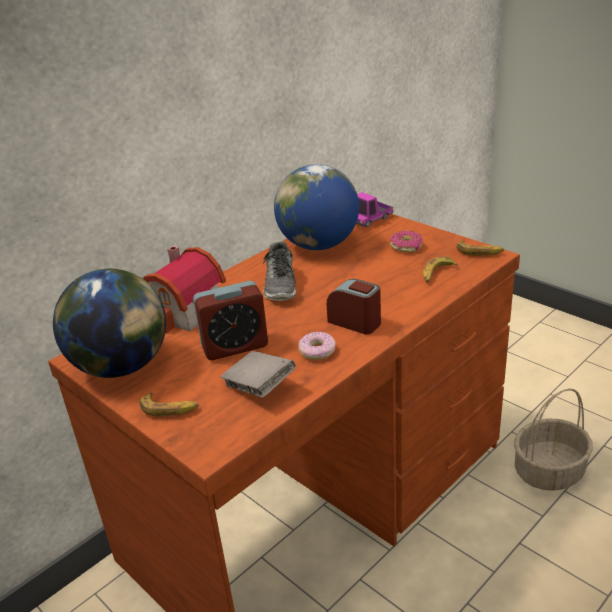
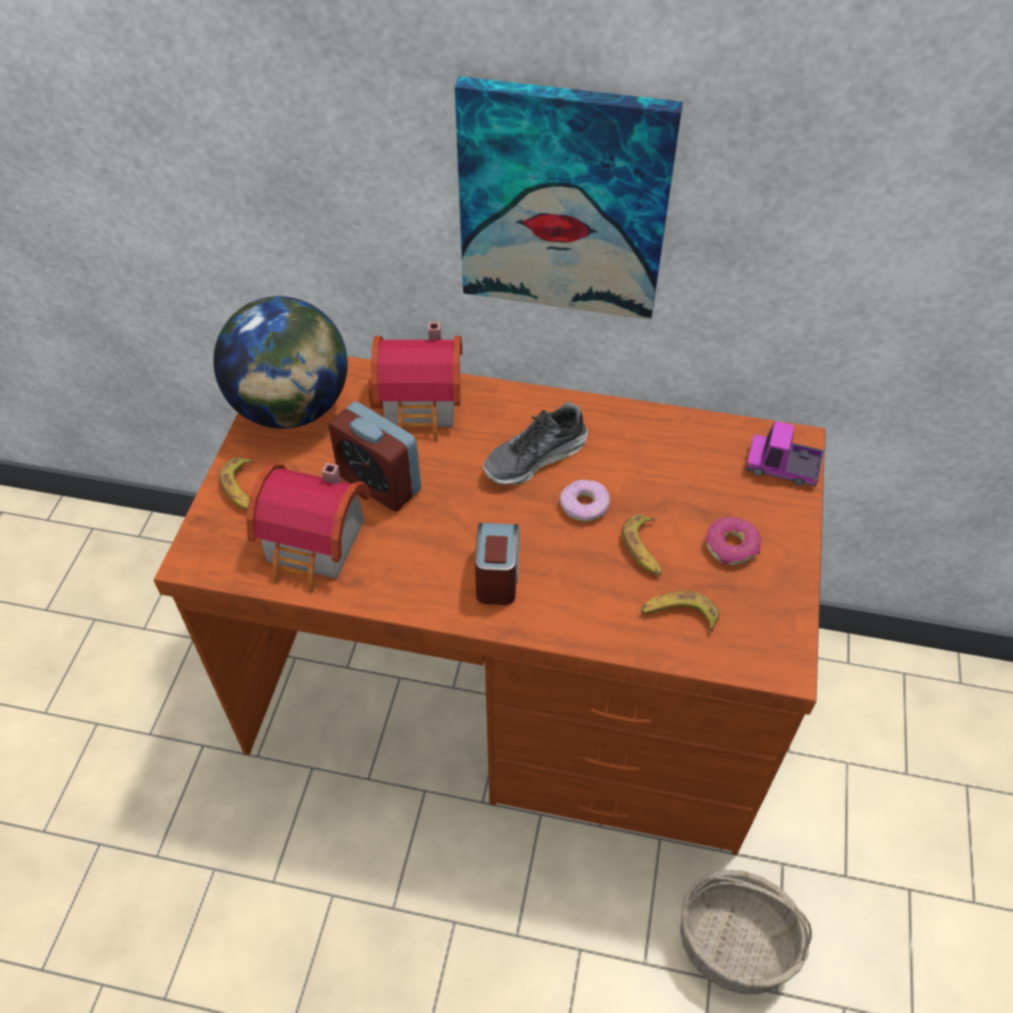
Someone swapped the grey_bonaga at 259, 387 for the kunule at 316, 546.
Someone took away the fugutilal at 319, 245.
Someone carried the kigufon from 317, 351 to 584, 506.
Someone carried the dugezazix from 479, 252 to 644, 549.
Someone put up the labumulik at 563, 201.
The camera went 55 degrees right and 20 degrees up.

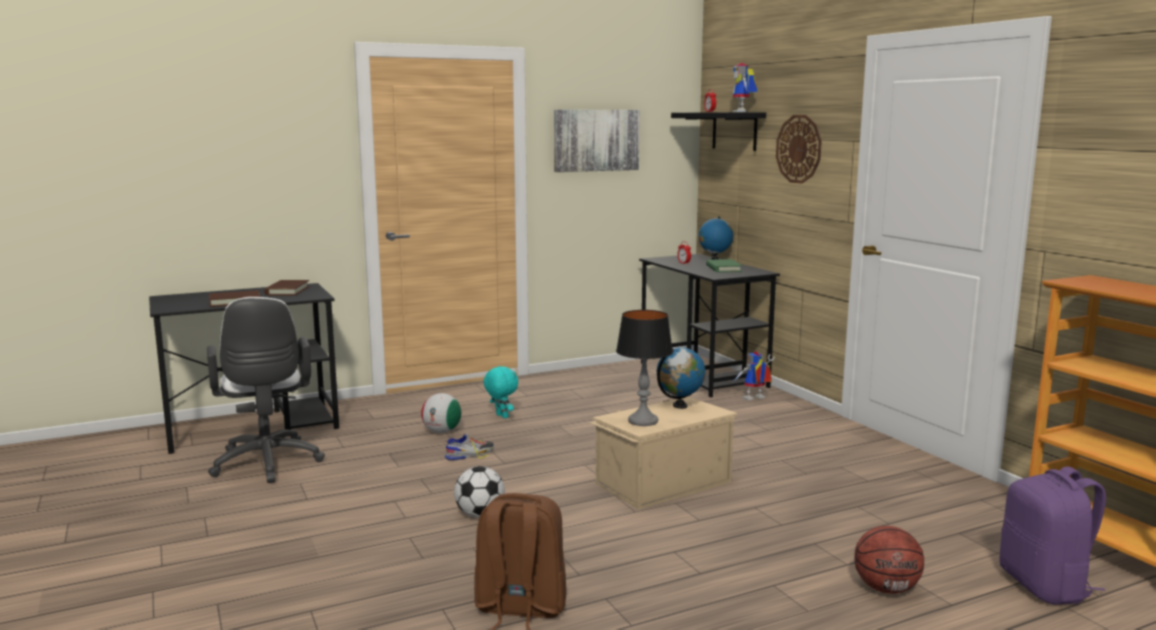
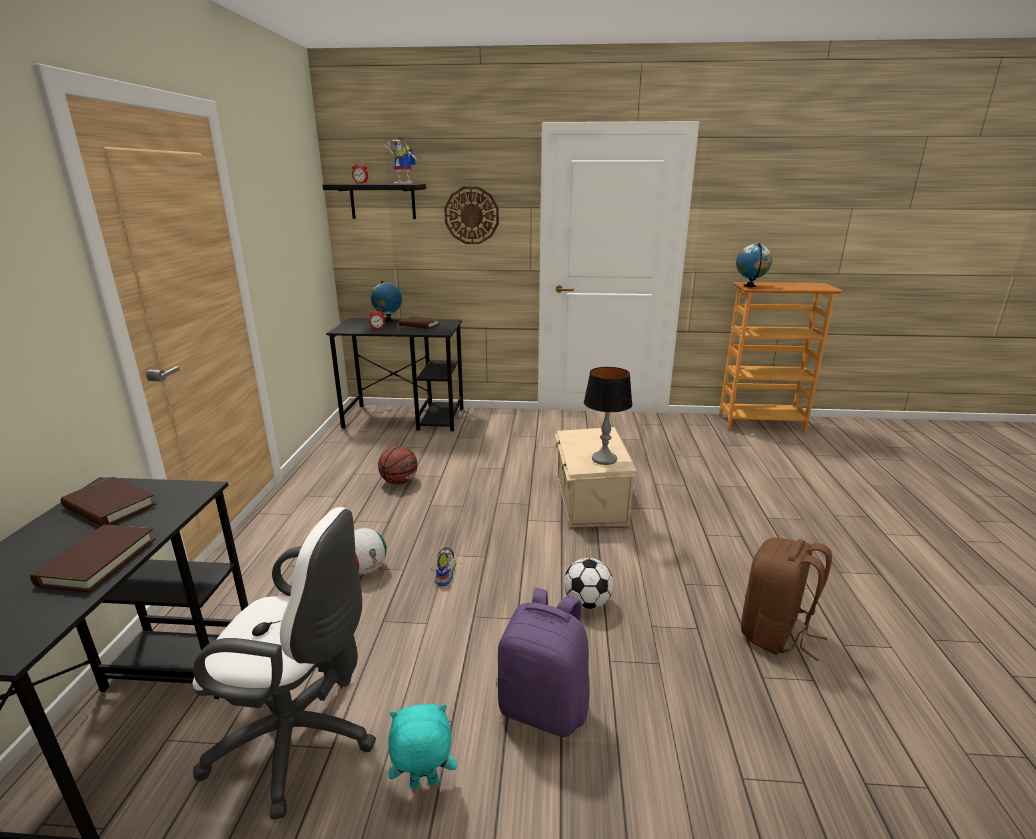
Someone carried the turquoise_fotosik from 501, 416 to 423, 785.
Someone took away the labumulik at 596, 140.
Someone carried the fugutilal from 680, 406 to 750, 286.
Someone repainted the green_bonaga at 723, 268, which became the brown_bonaga at 419, 325.
Someone took away the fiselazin at 753, 399.
Someone carried the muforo from 886, 588 to 399, 482.
Someone carried the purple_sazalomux from 1046, 586 to 544, 707.
The camera went 60 degrees left and 10 degrees up.

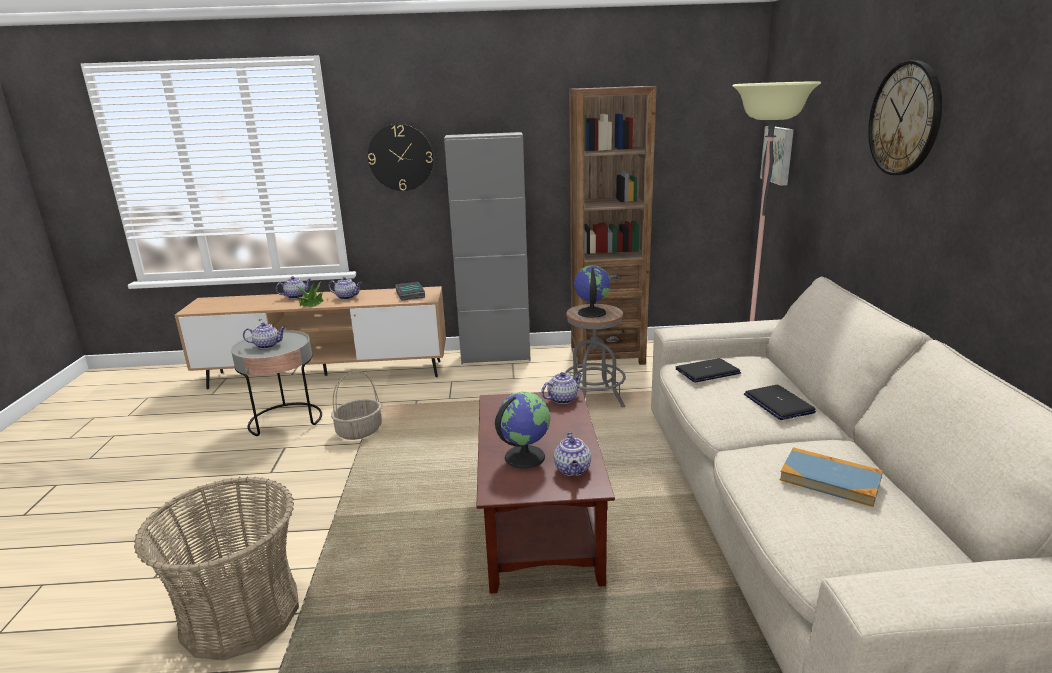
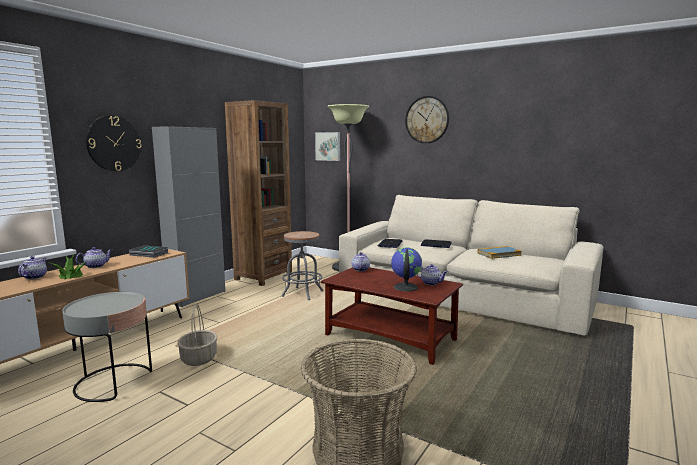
Someone took away the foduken at 267, 345.
Someone took away the fugutilal at 591, 312.
The camera went 55 degrees left and 10 degrees down.

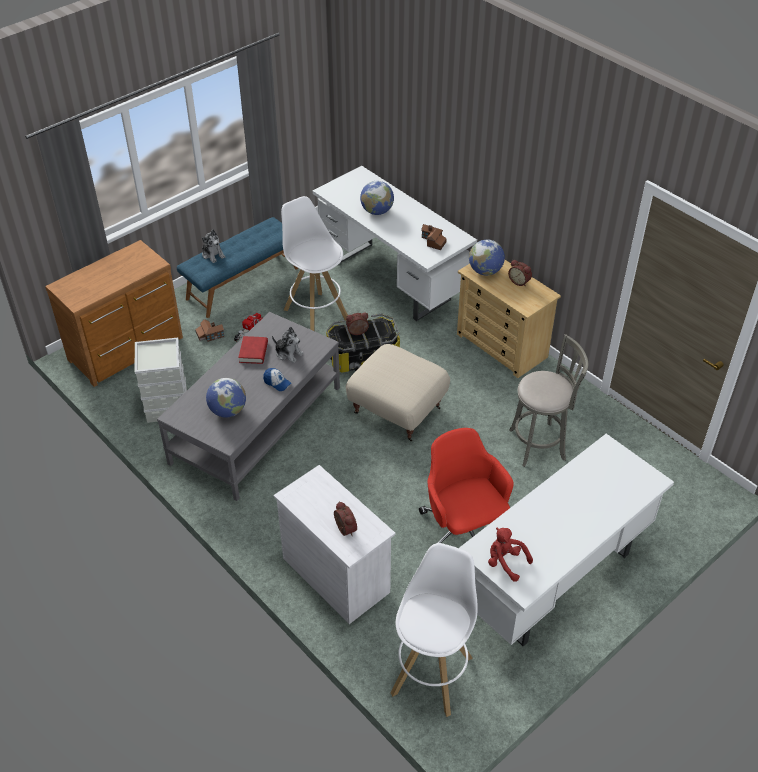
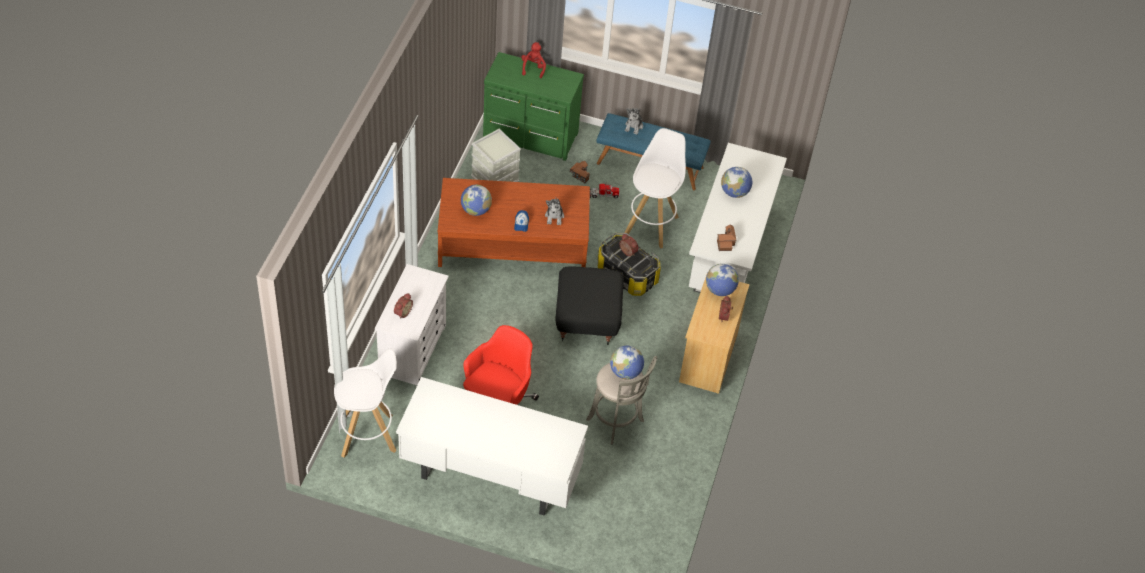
Someone repainted the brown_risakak at 128, 350, which became the green_risakak at 530, 137.
Someone repainted the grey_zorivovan at 257, 424, which became the brown_zorivovan at 513, 244.
Someone took away the red_bonaga at 253, 352.
Someone repainted the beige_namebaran at 397, 410, which became the black_namebaran at 587, 320.
Someone carried the red_fotosik from 505, 562 to 533, 68.
Someone put down the fugutilal at 625, 372.
The camera went 55 degrees right and 5 degrees up.

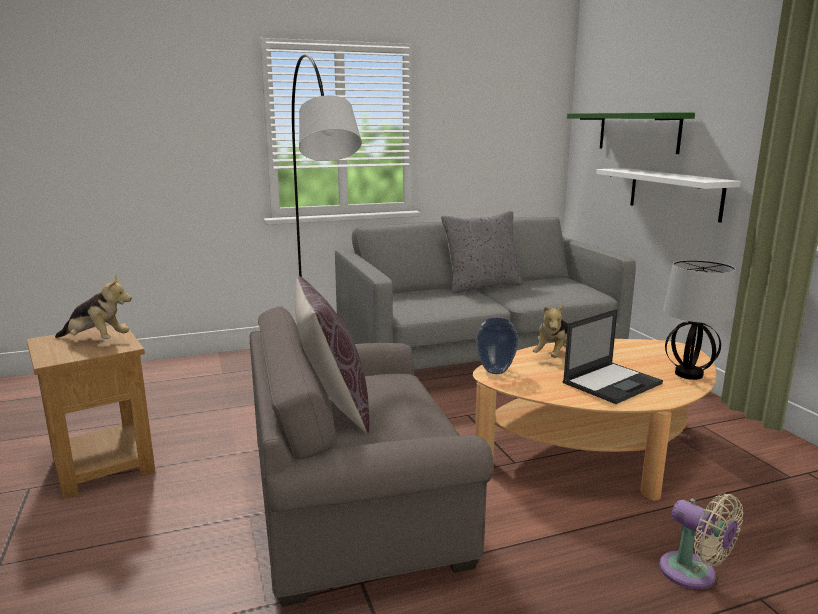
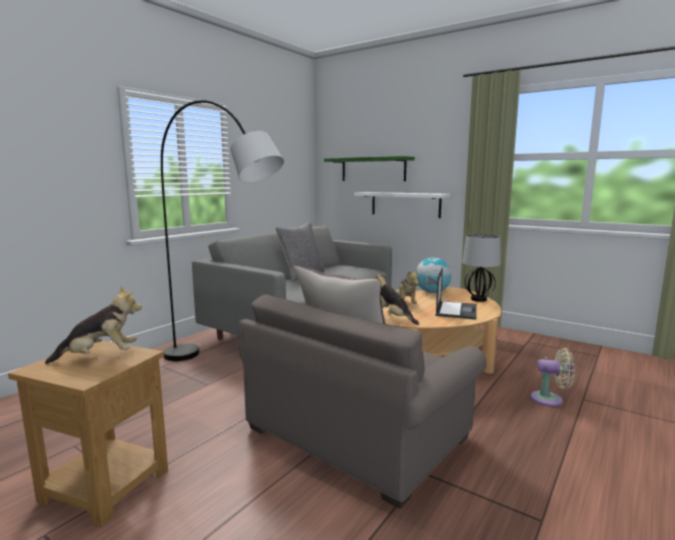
Someone swapped the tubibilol at 496, 371 for the fotosik at 393, 318.
Someone put down the fugutilal at 432, 292.
The camera went 35 degrees left and 5 degrees down.

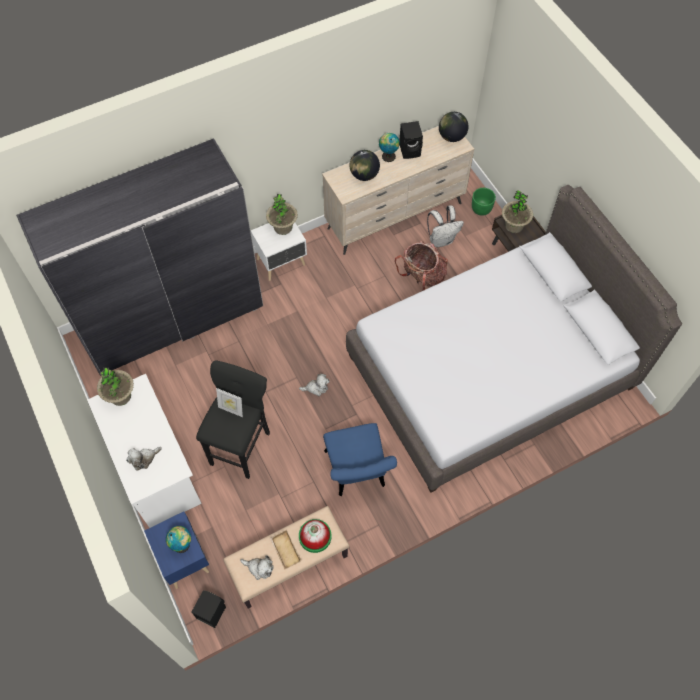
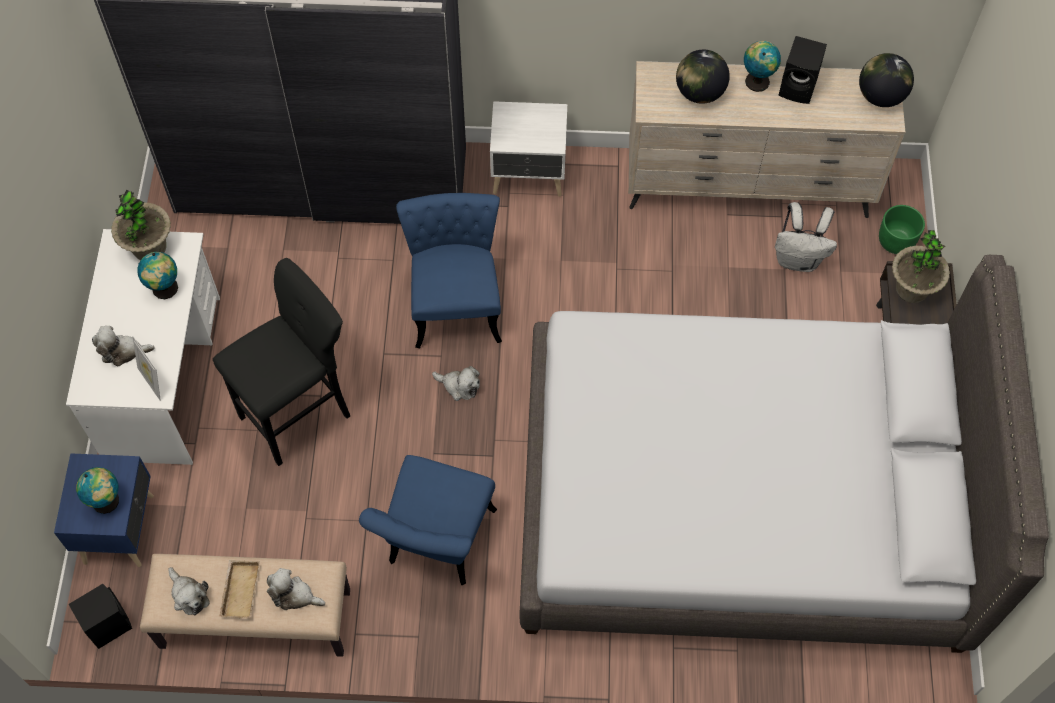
Someone carried the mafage from 231, 409 to 153, 381.
Someone took away the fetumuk at 283, 227.
Someone swapped the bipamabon at 315, 536 for the fotosik at 294, 595.
Someone took away the sazalomux at 422, 277.
Someone put down the fugutilal at 165, 290.
Someone put down the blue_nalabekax at 455, 301.
The camera went 30 degrees right and 0 degrees up.

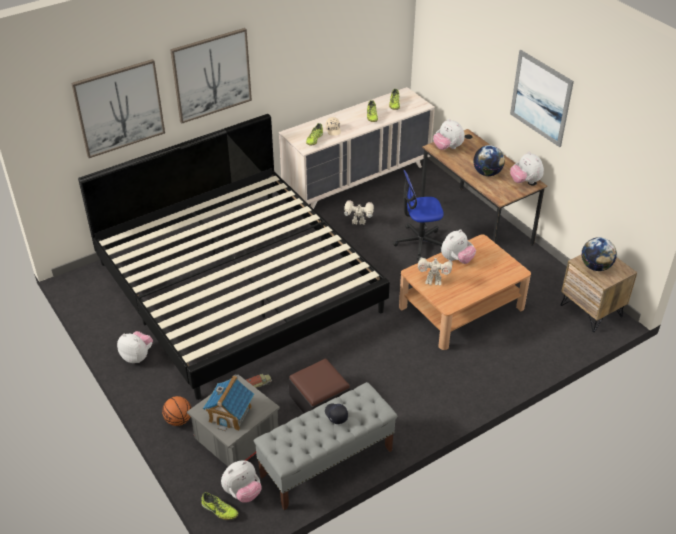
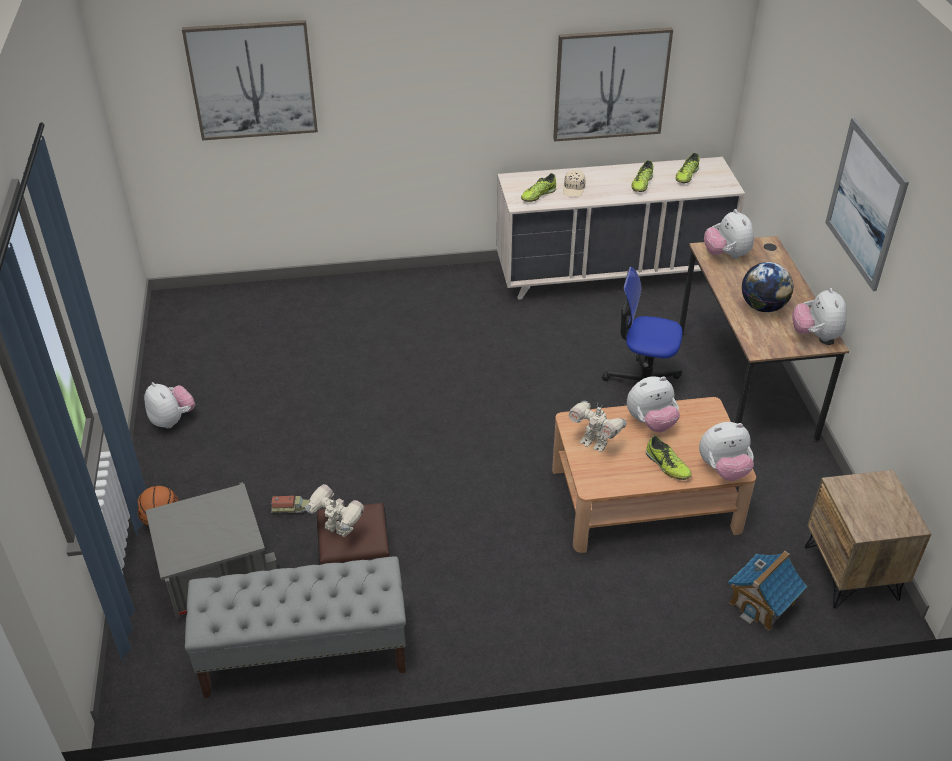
Someone took away the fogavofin at 238, 286.
Someone carried the labumulik from 211, 75 to 610, 84.
Someone carried the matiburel from 219, 510 to 667, 466.
Someone carried the kunule from 230, 414 to 762, 603.
Someone carried the fotosik from 242, 492 to 723, 469.
Someone took away the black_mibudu at 335, 415.
Someone carried the fiselazin from 358, 223 to 337, 531.
Someone took away the fugutilal at 595, 267.
The camera went 25 degrees right and 0 degrees up.

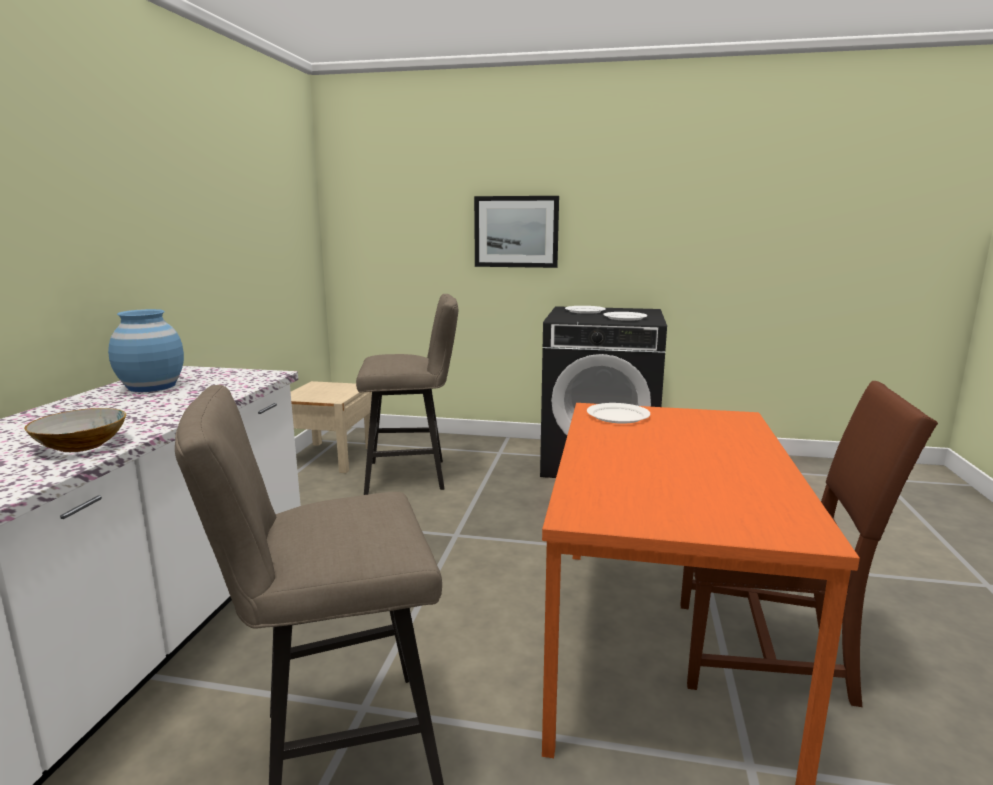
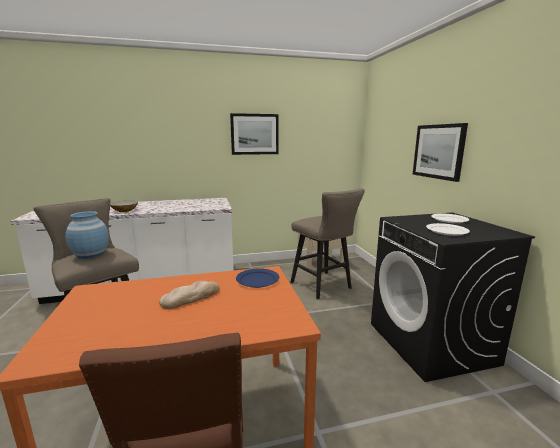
Someone carried the blue_tubibilol from 151, 386 to 90, 254.
Someone repainted the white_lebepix at 618, 416, which became the blue_lebepix at 257, 280.
Someone put down the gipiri at 191, 297.
Someone put up the labumulik at 254, 134.
The camera went 65 degrees right and 0 degrees up.

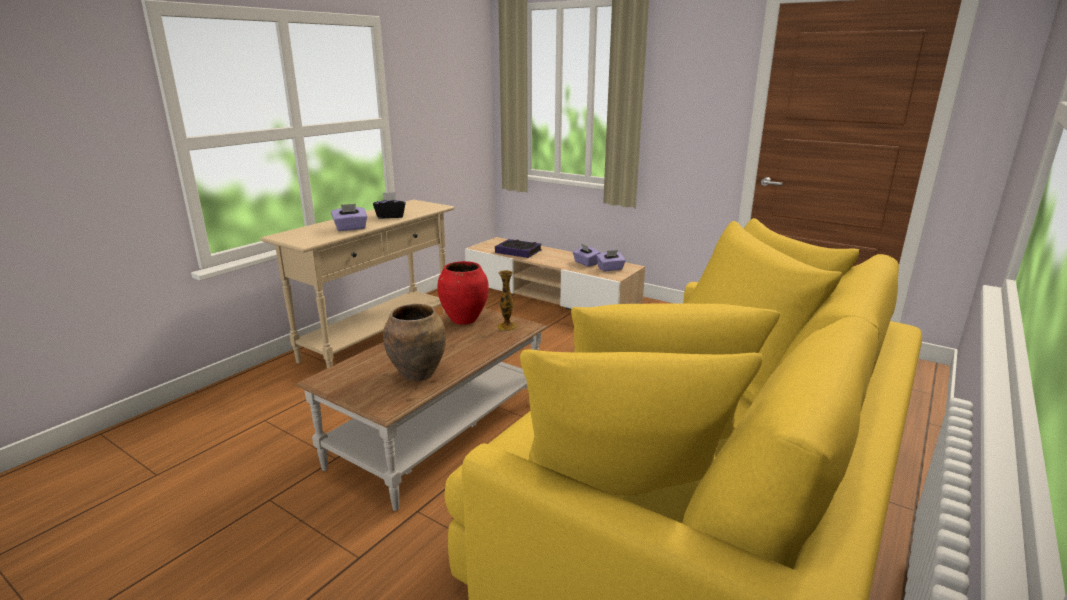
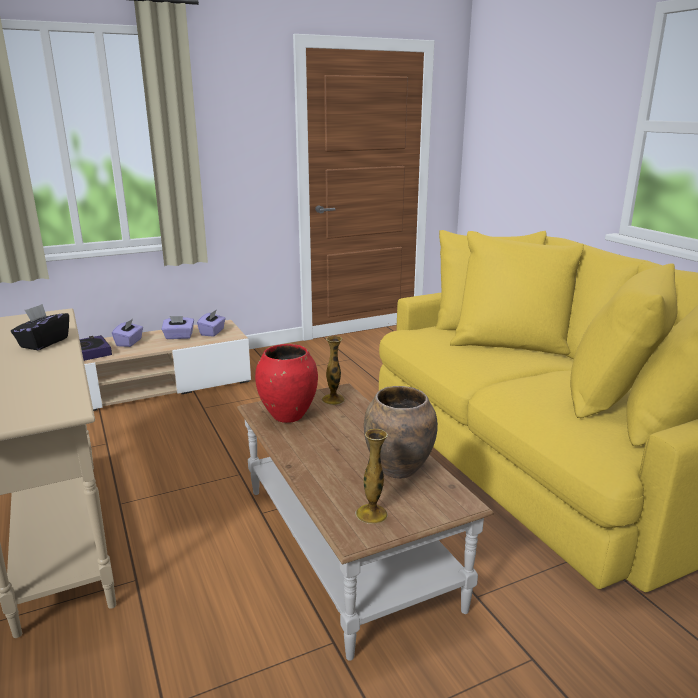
Someone carried the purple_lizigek from 350, 228 to 129, 342.
Someone put down the tubibilol at 371, 514.
The camera went 60 degrees left and 0 degrees up.

